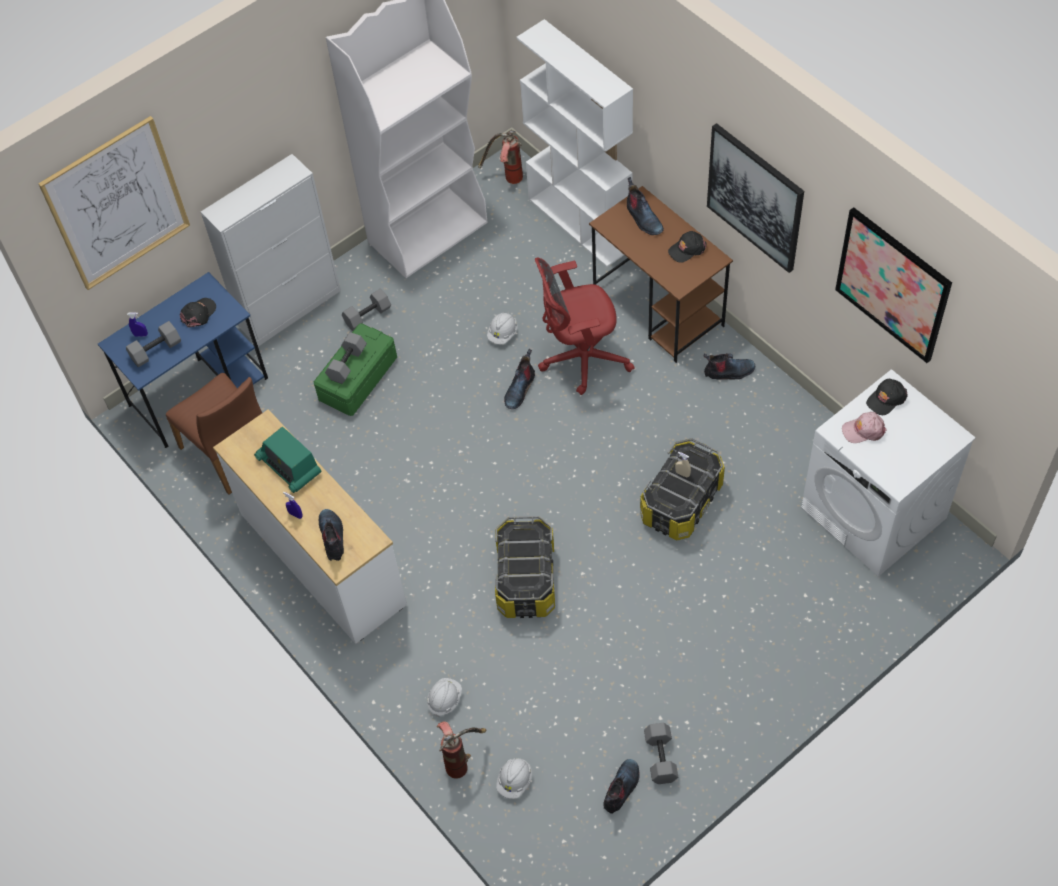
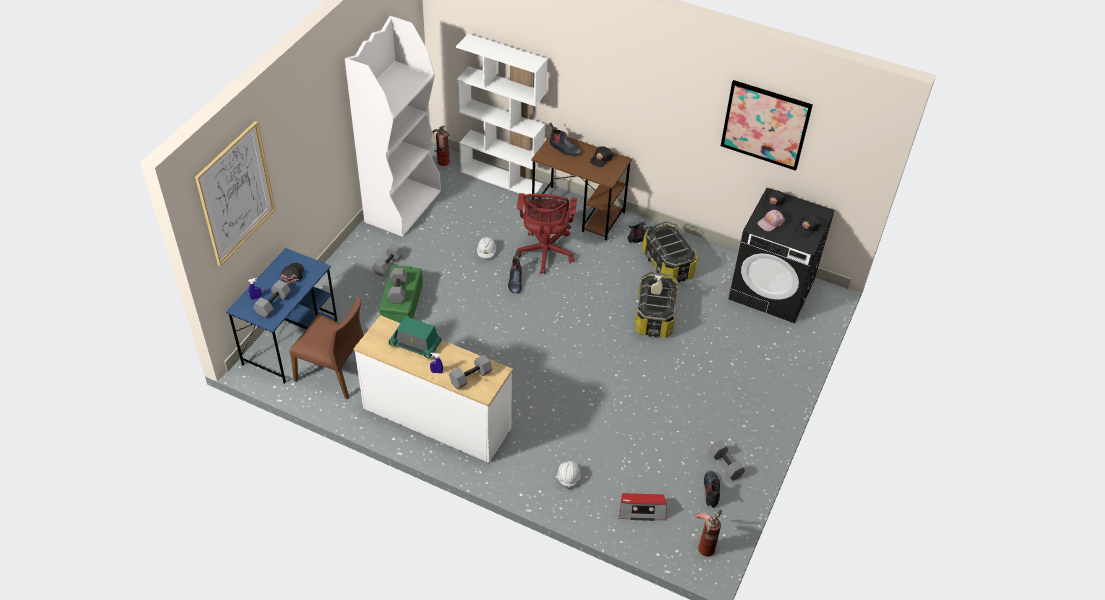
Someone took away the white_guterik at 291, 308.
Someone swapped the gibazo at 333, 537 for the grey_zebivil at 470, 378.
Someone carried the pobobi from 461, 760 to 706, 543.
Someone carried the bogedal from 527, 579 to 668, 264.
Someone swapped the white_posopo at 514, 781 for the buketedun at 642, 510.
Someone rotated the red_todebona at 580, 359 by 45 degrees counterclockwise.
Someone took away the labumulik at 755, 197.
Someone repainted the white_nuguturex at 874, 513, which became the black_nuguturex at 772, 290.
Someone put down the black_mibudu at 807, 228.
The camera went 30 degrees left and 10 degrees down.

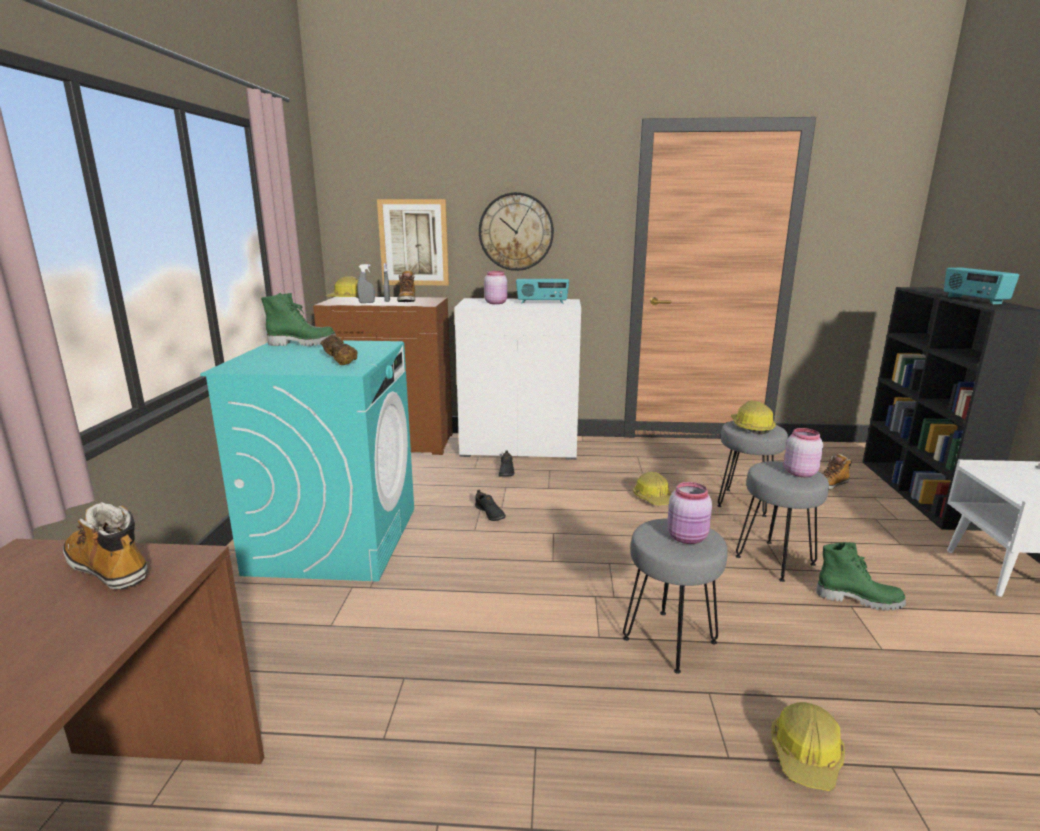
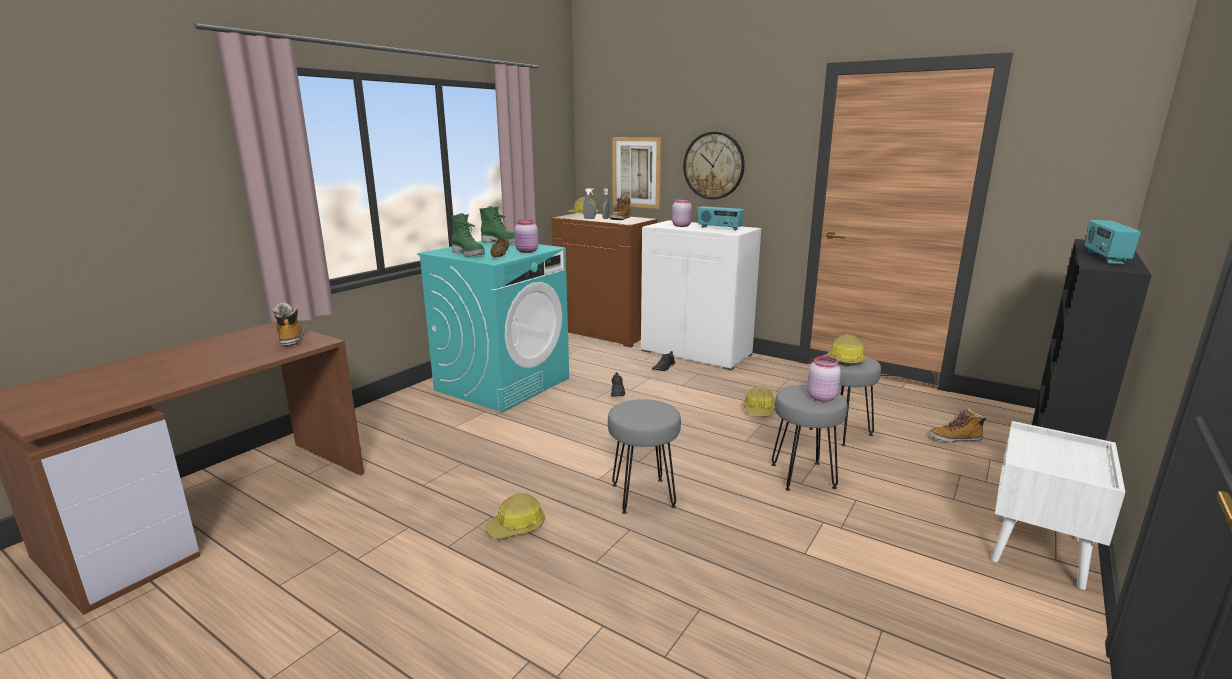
Someone carried the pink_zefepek from 688, 538 to 527, 251.
Someone carried the posopo from 806, 756 to 517, 526.
Someone carried the green_gibazo from 858, 599 to 469, 254.
The camera went 30 degrees right and 0 degrees up.

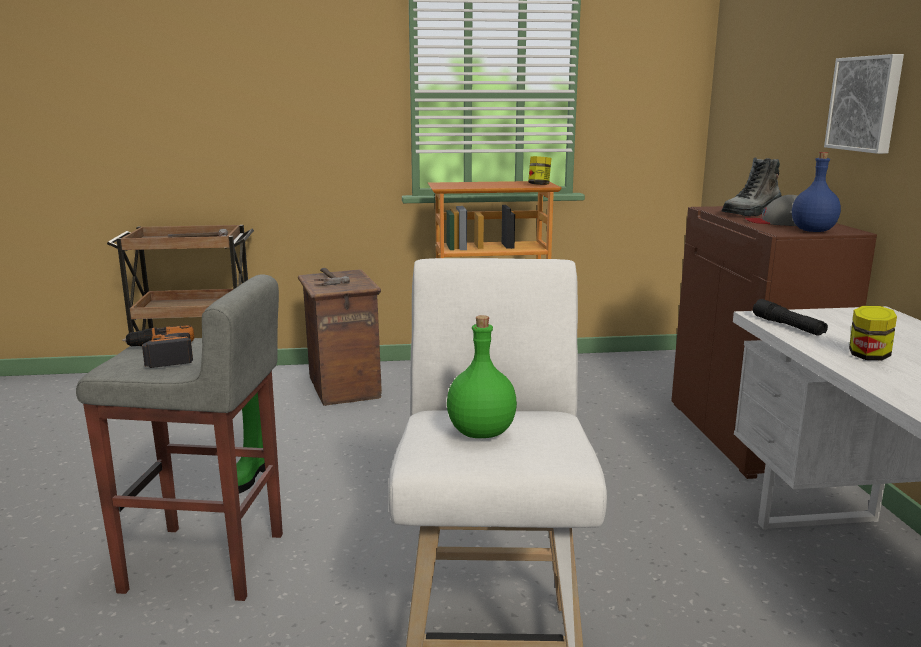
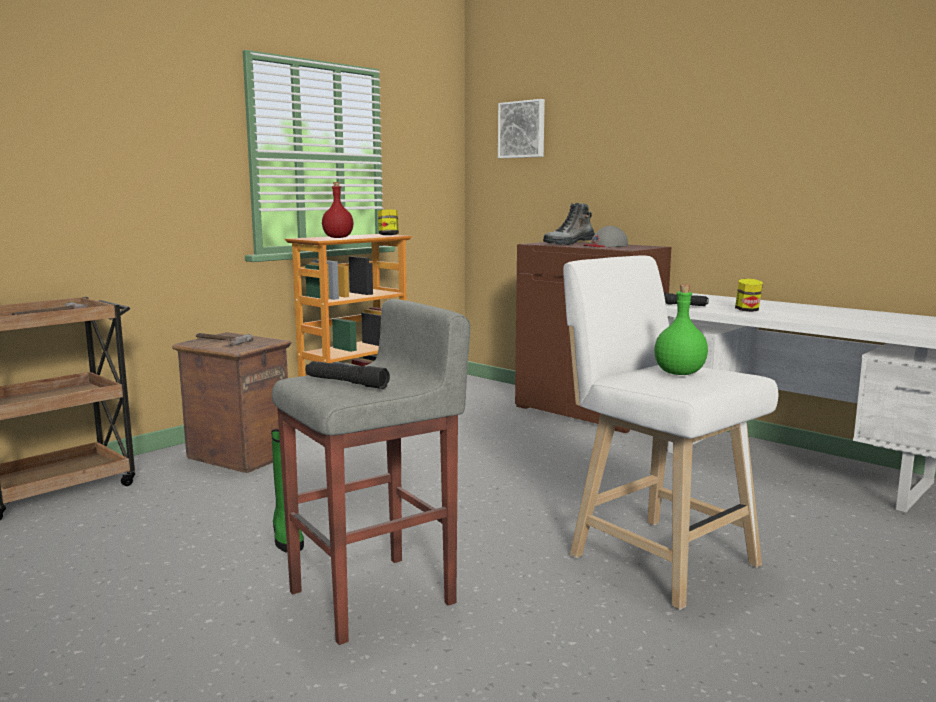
Someone swapped the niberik at 160, 354 for the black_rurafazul at 346, 383.
Someone rotated the gibazo at 752, 213 by 45 degrees clockwise.
Someone took away the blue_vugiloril at 813, 231.
Someone carried the labumulik from 866, 104 to 522, 129.
Someone put down the red_vugiloril at 338, 237.
The camera went 40 degrees left and 5 degrees down.

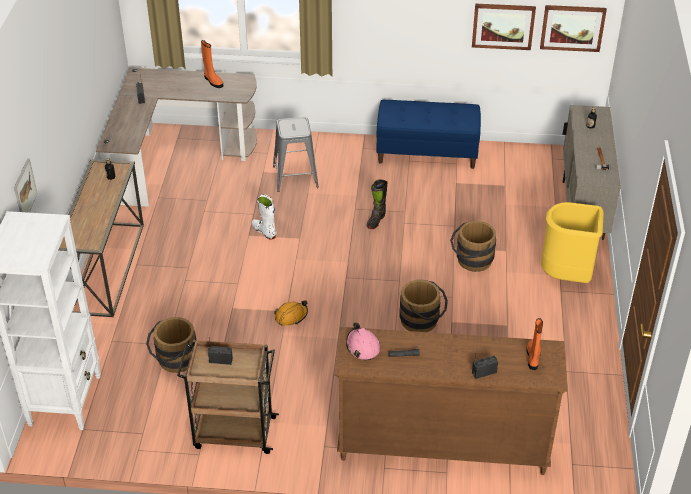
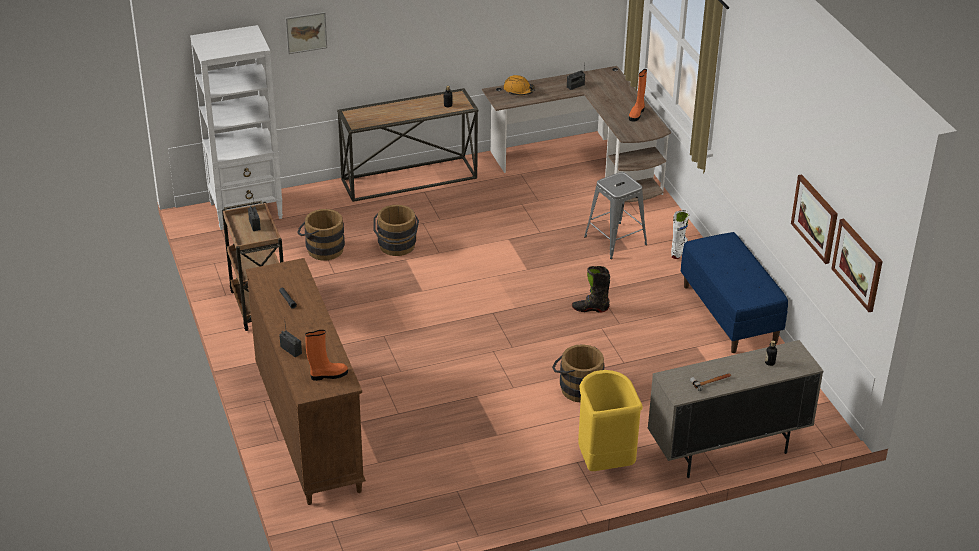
Someone carried the white_gibazo from 264, 231 to 679, 250.
Someone carried the orange_posopo from 291, 316 to 518, 90.
Someone took away the pink_posopo at 362, 346.
Someone carried the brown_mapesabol from 422, 321 to 396, 248.
The camera went 65 degrees right and 5 degrees down.

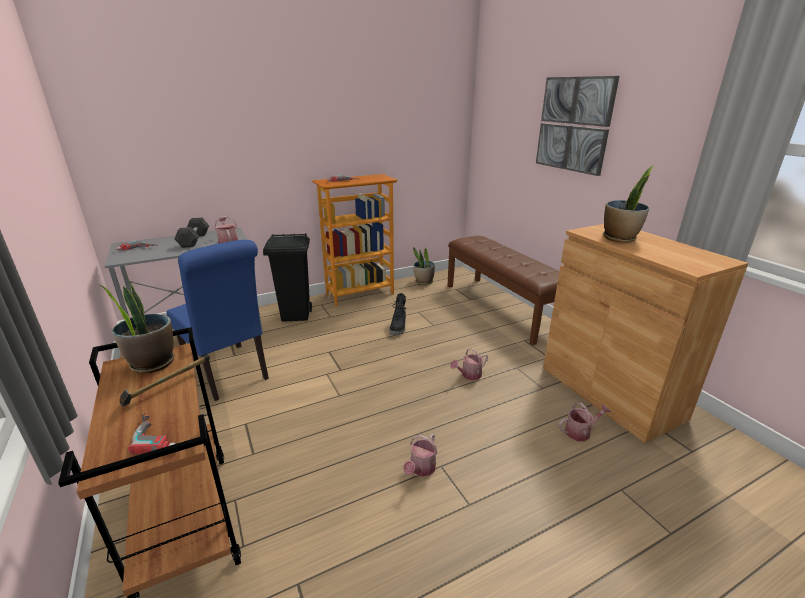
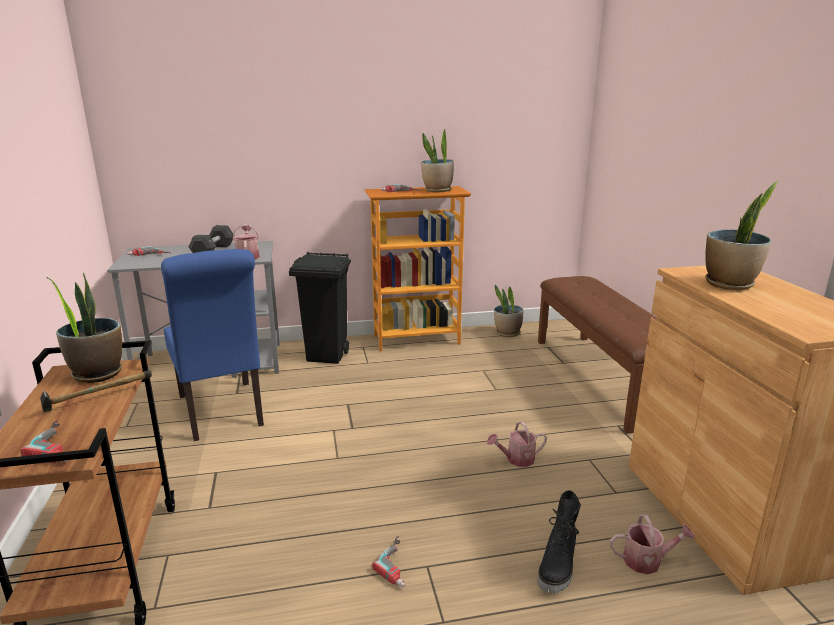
Someone carried the black_gibazo from 399, 327 to 559, 566.
Someone swapped the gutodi at 421, 469 for the niberik at 399, 565.
Someone took away the labumulik at 574, 124.
Someone put down the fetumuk at 437, 190.
The camera went 15 degrees right and 5 degrees down.

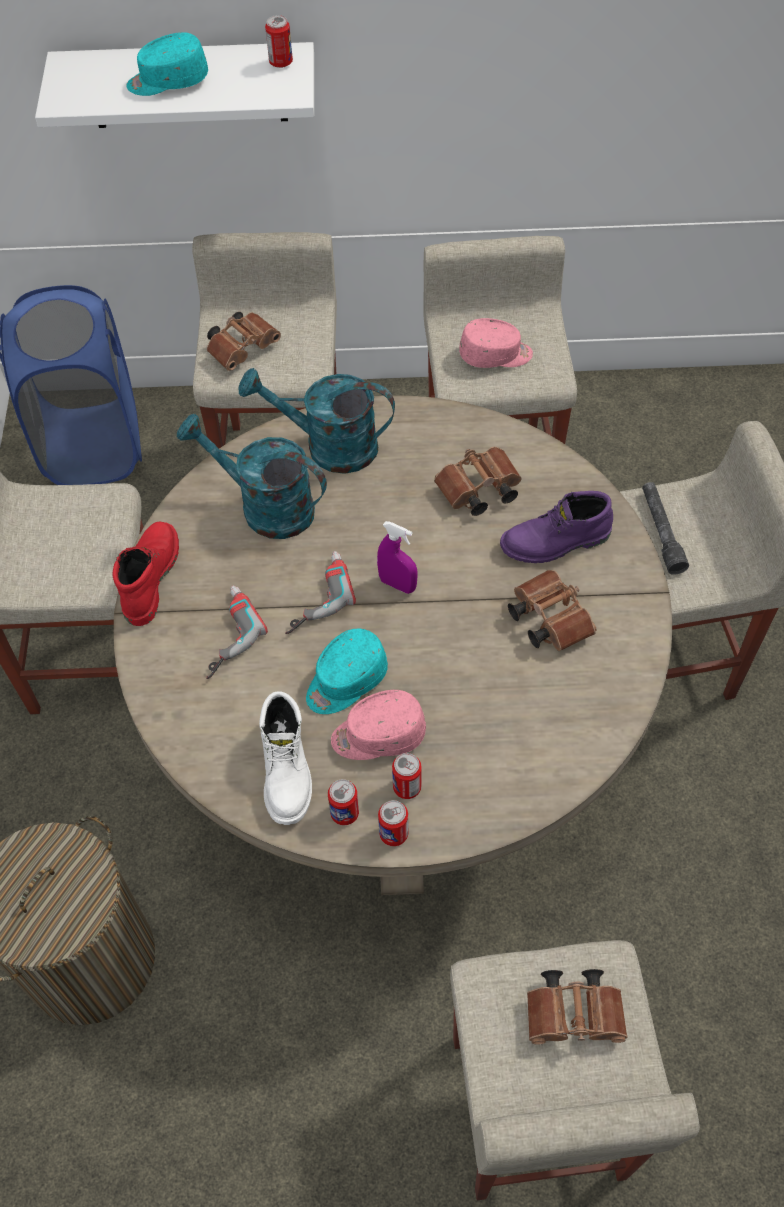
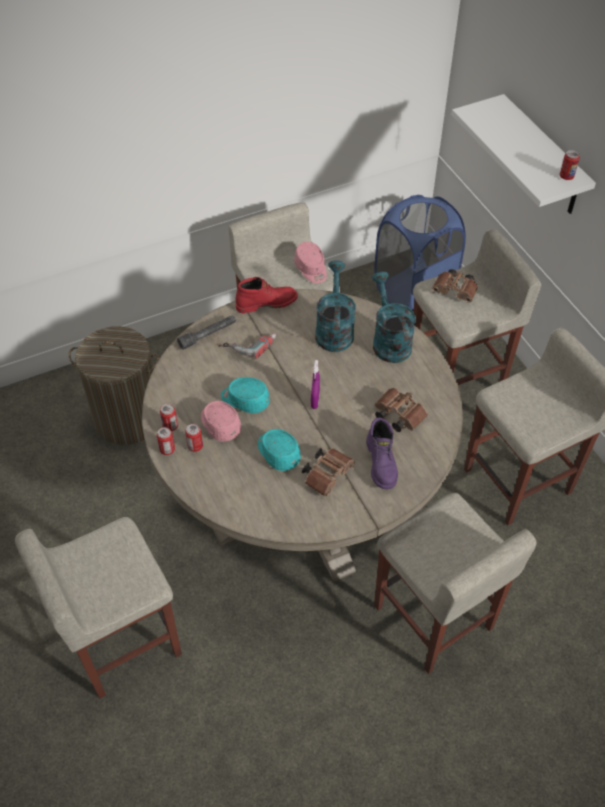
Someone carried the turquoise_mibudu from 168, 81 to 277, 453.
Someone took away the white_gibazo at 287, 770.
Someone took away the niberik at 314, 595.
Someone carried the pink_mibudu from 495, 355 to 311, 269.
Someone rotated the purple_gibazo at 555, 543 by 150 degrees counterclockwise.
Someone took away the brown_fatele at 576, 1014.
Someone carried the grey_rurafazul from 661, 532 to 208, 335.
The camera went 65 degrees right and 5 degrees down.

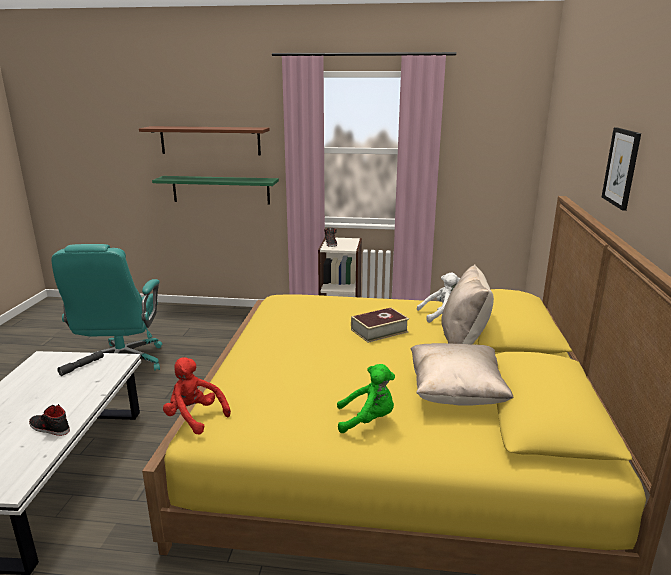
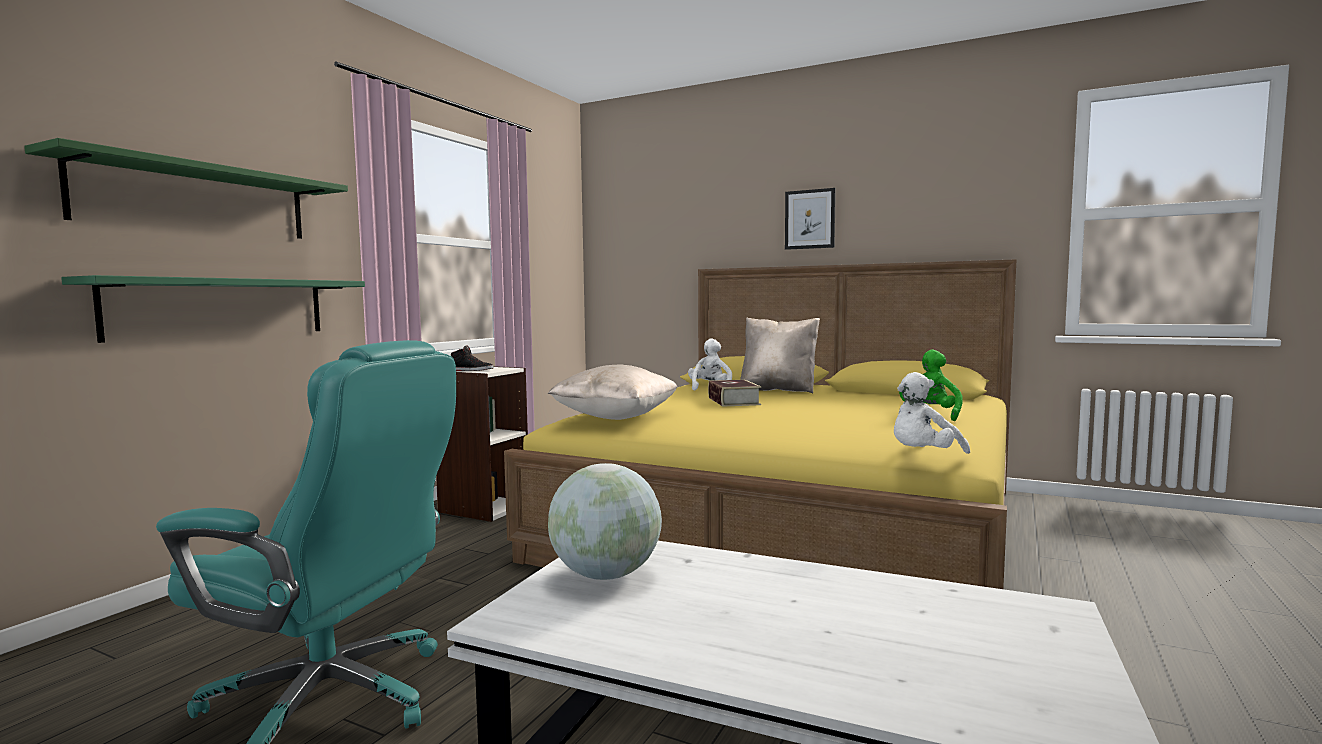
Someone took away the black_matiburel at 49, 428.
Someone swapped the grey_rurafazul at 82, 366 for the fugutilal at 605, 575.
Someone repainted the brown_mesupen at 210, 140, which became the green_mesupen at 196, 201.
Someone repainted the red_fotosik at 194, 417, which became the white_fotosik at 923, 456.
Someone carried the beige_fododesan from 456, 393 to 616, 417.
The camera went 70 degrees left and 15 degrees down.

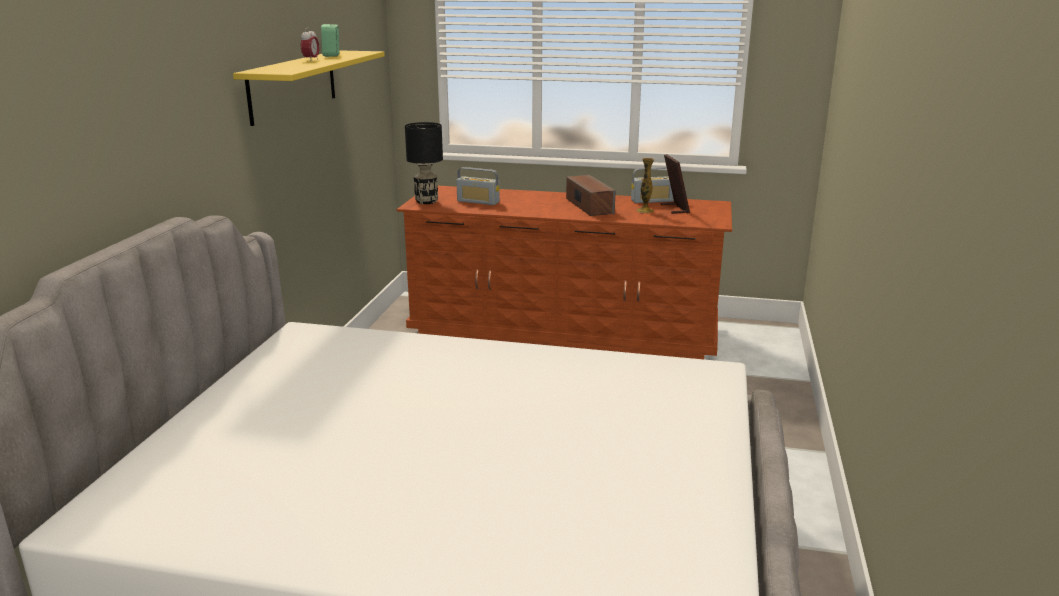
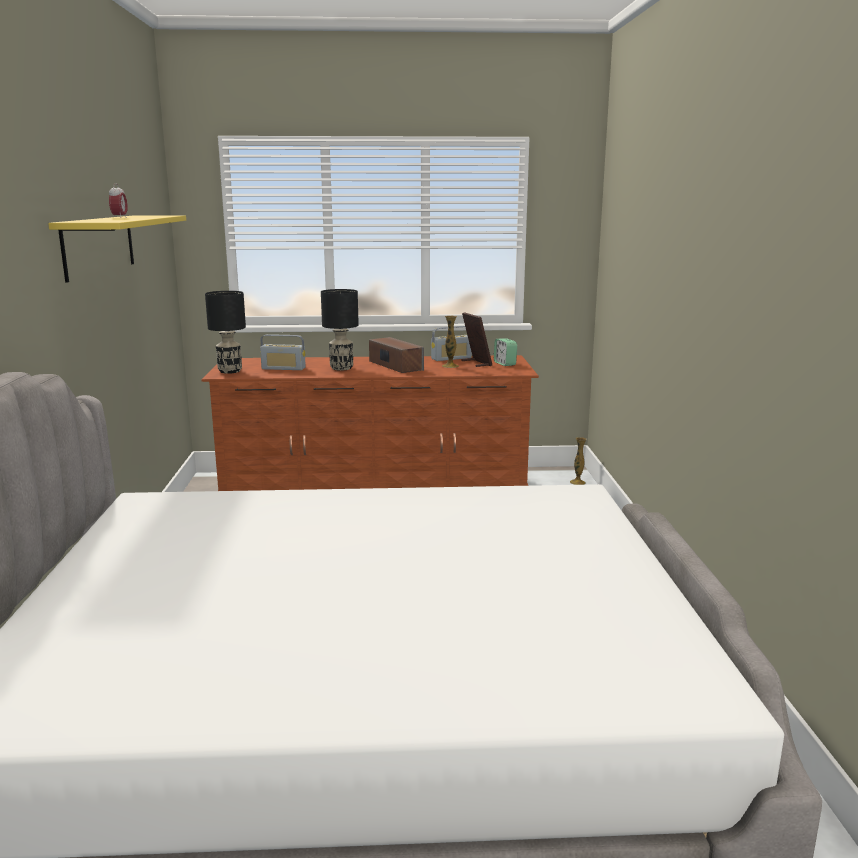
Someone carried the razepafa from 331, 55 to 505, 364.
Someone put down the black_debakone at 341, 368.
Someone put down the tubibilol at 577, 482.
The camera went 15 degrees left and 5 degrees down.

